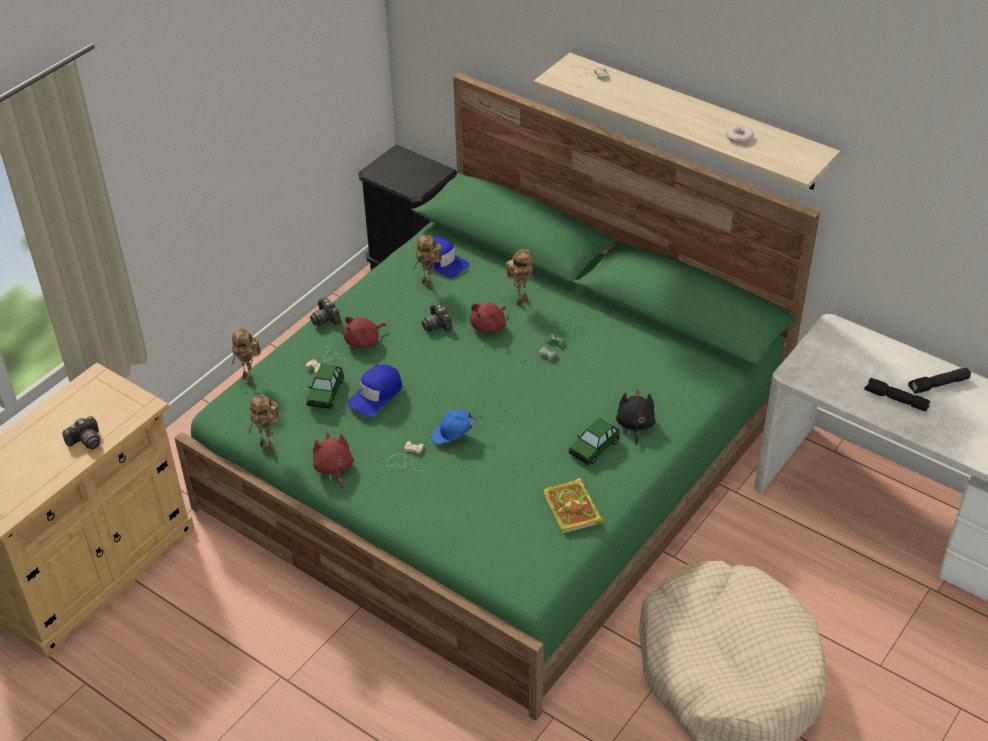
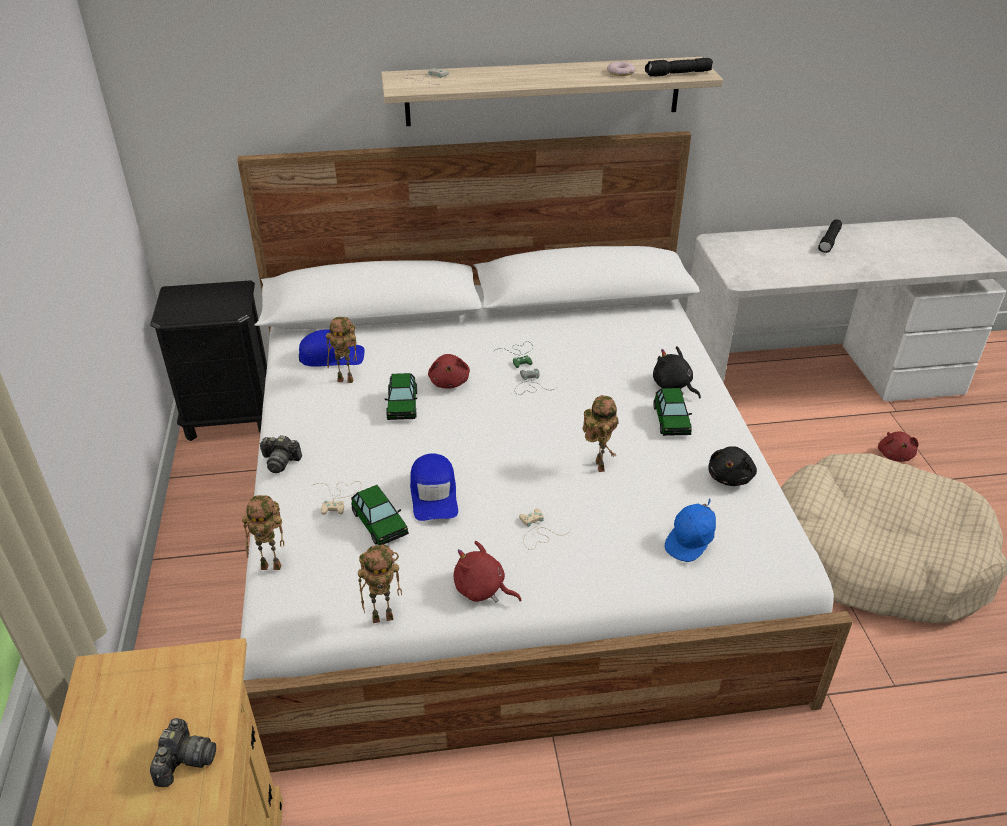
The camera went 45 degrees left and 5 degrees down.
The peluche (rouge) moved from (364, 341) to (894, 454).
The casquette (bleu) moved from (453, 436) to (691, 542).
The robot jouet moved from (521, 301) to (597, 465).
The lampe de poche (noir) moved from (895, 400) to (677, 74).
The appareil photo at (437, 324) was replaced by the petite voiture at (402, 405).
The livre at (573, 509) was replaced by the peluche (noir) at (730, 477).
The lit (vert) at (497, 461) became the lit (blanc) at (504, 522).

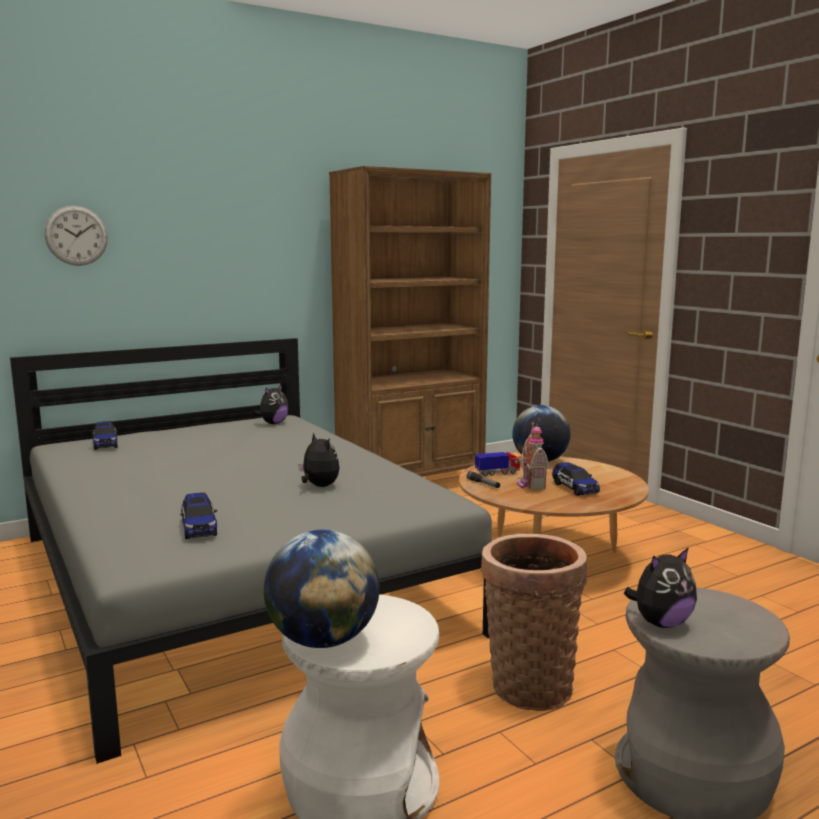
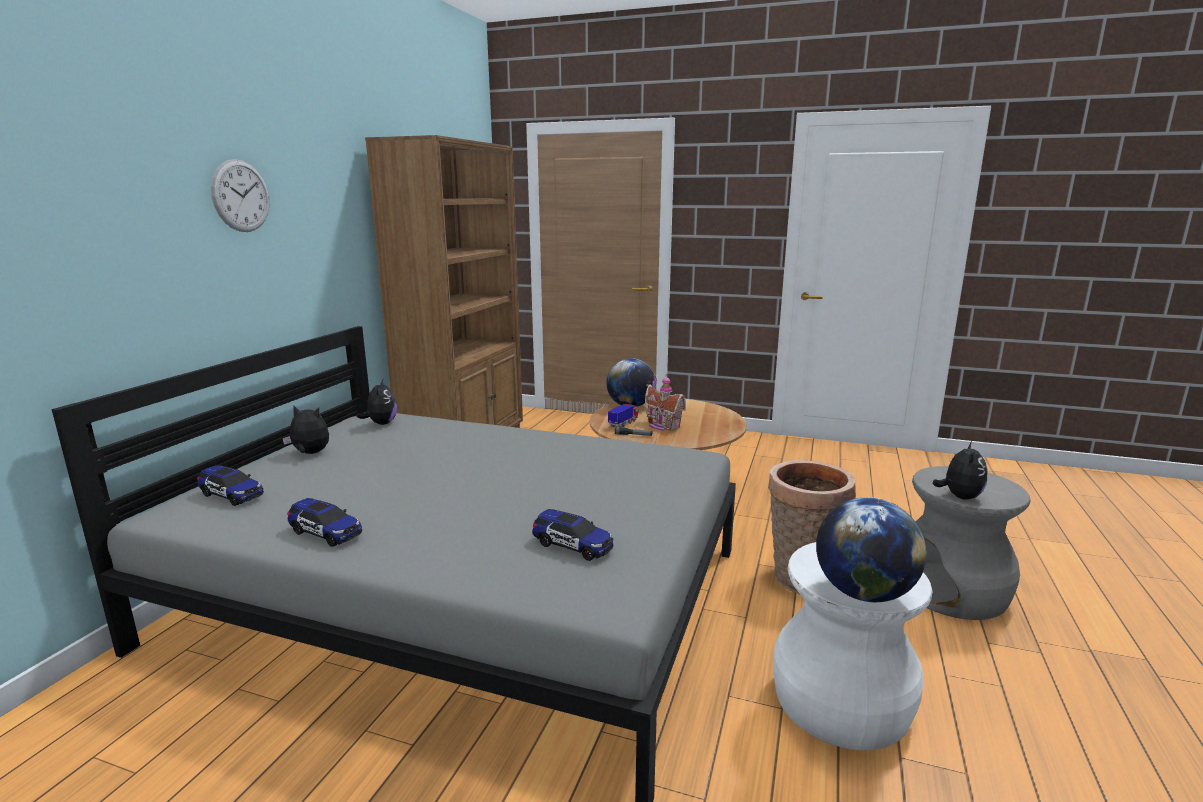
The camera went 40 degrees left and 5 degrees up.
The horloge murale moved from (76, 235) to (241, 196).
The peluche moved from (319, 486) to (310, 453).
The petite voiture moved from (575, 488) to (325, 533).

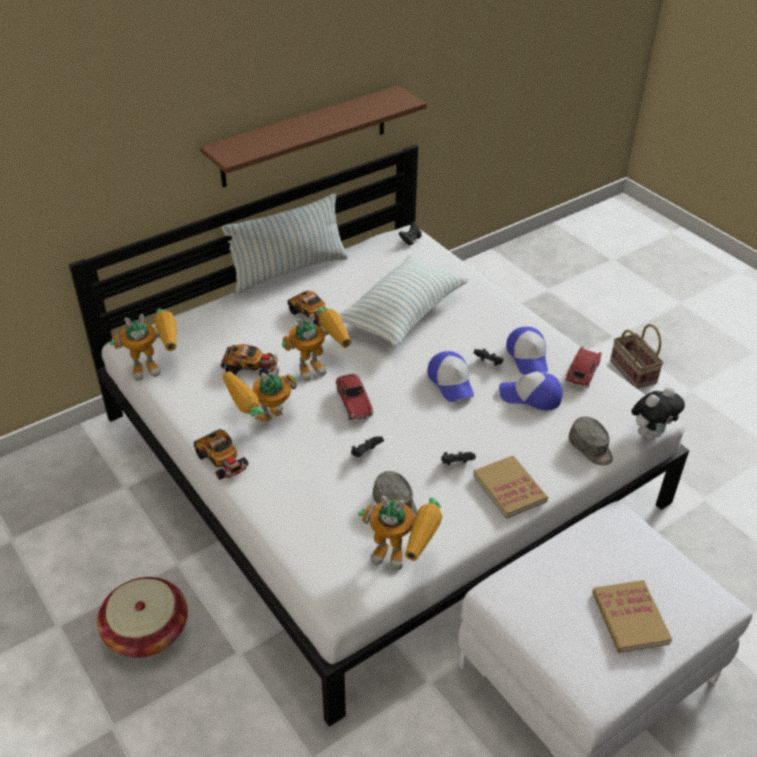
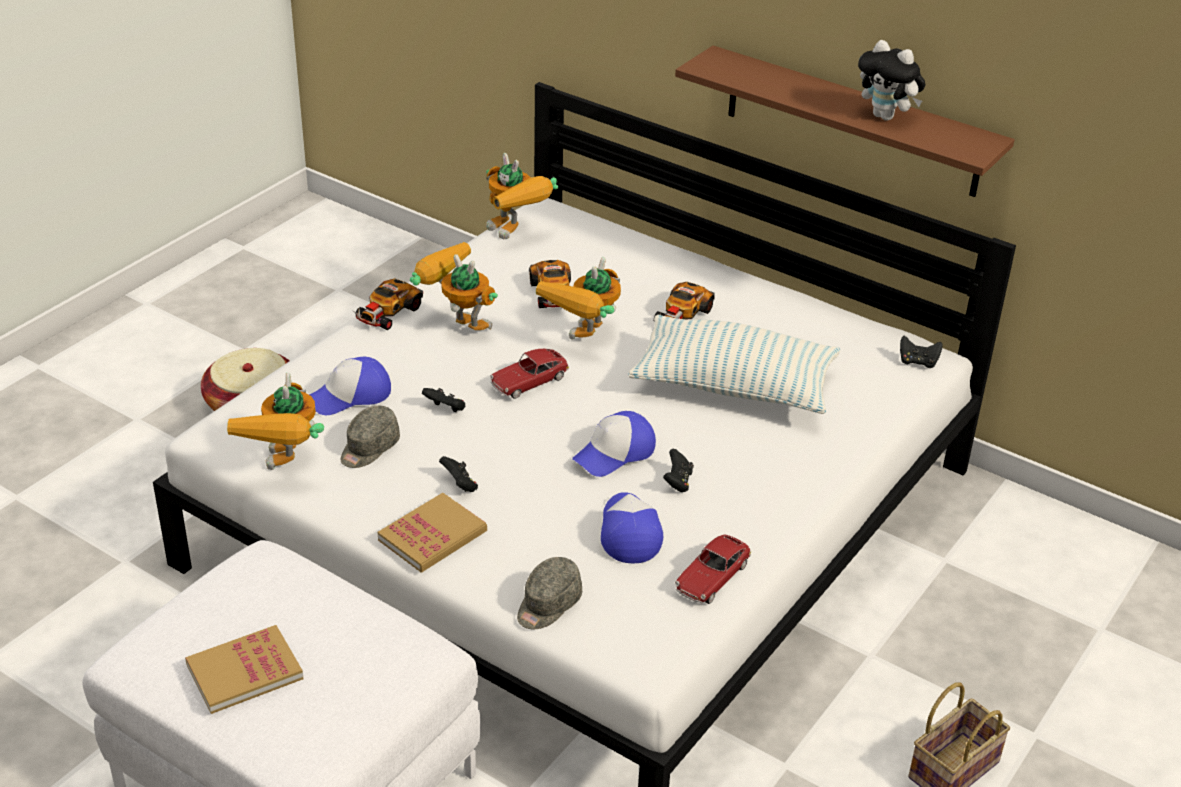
The camera went 70 degrees right and 5 degrees down.
The coussin at (289, 270) disappeared.
The casquette moved from (528, 356) to (350, 396).
The peluche moved from (650, 433) to (886, 117).
The robot jouet at (319, 366) turned 75 degrees clockwise.
The petite voiture at (582, 373) turned 120 degrees clockwise.

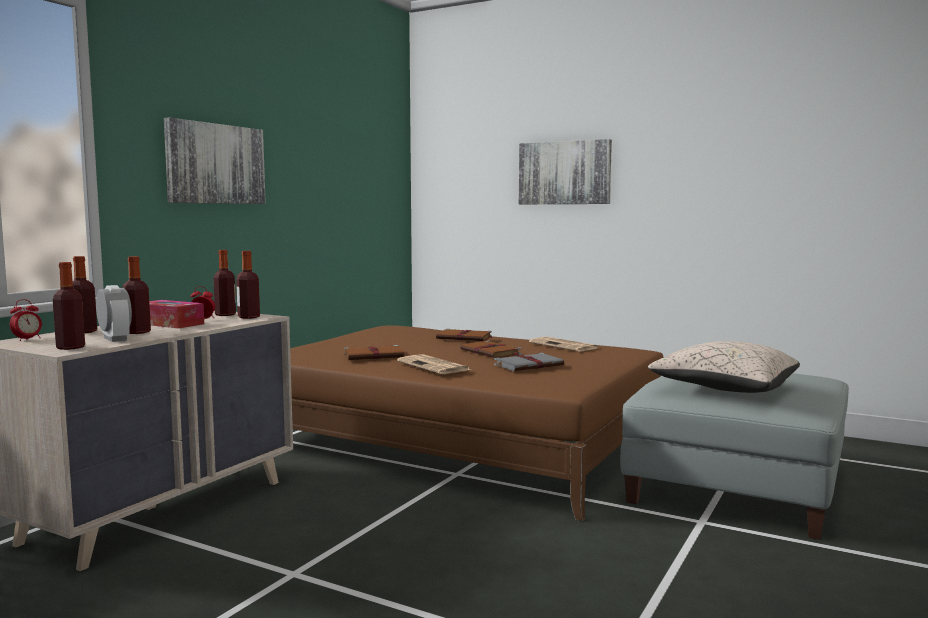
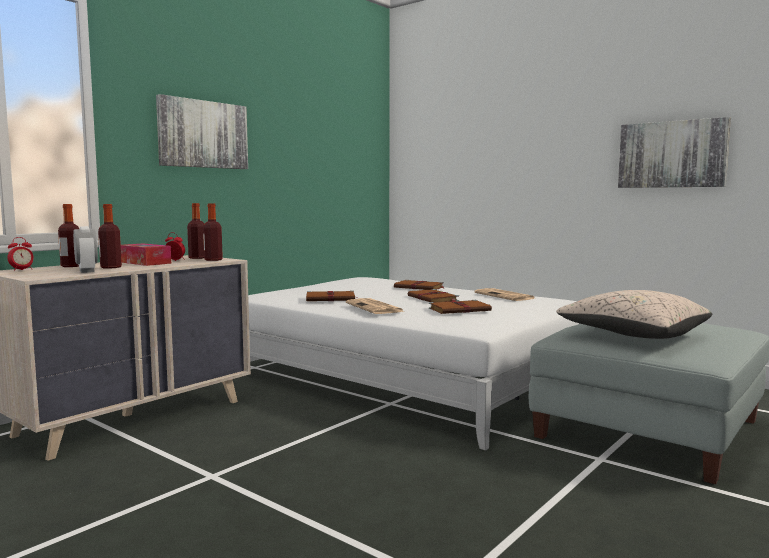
The camera went 10 degrees right and 0 degrees up.
The bouteille at (70, 347) disappeared.
The tableau moved from (564, 173) to (672, 154).
The lit (marron) at (459, 438) became the lit (blanc) at (406, 374).
The livre (gris) at (529, 365) became the livre (marron) at (460, 310).

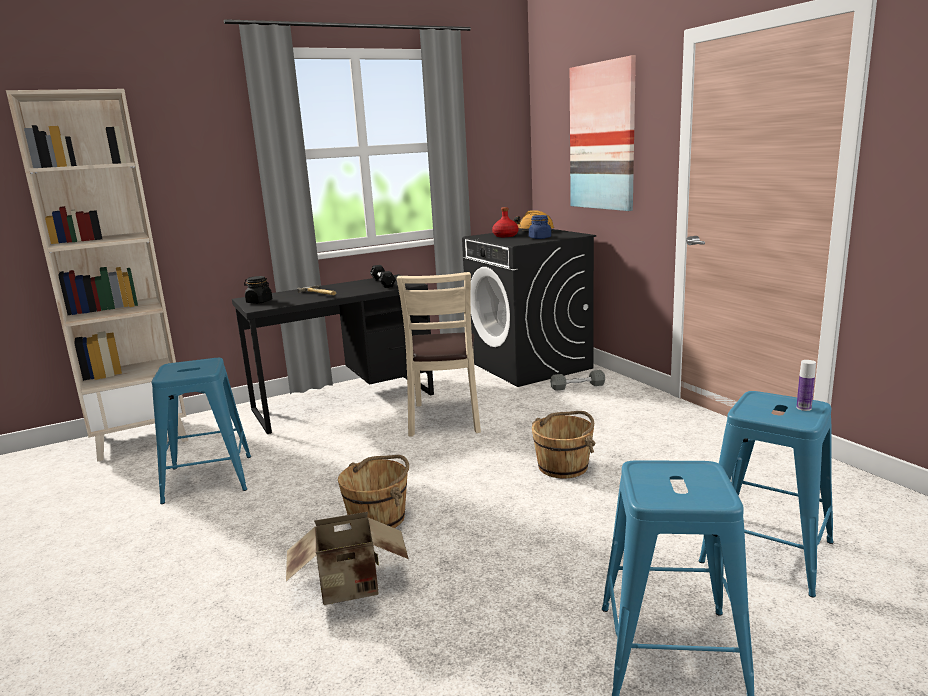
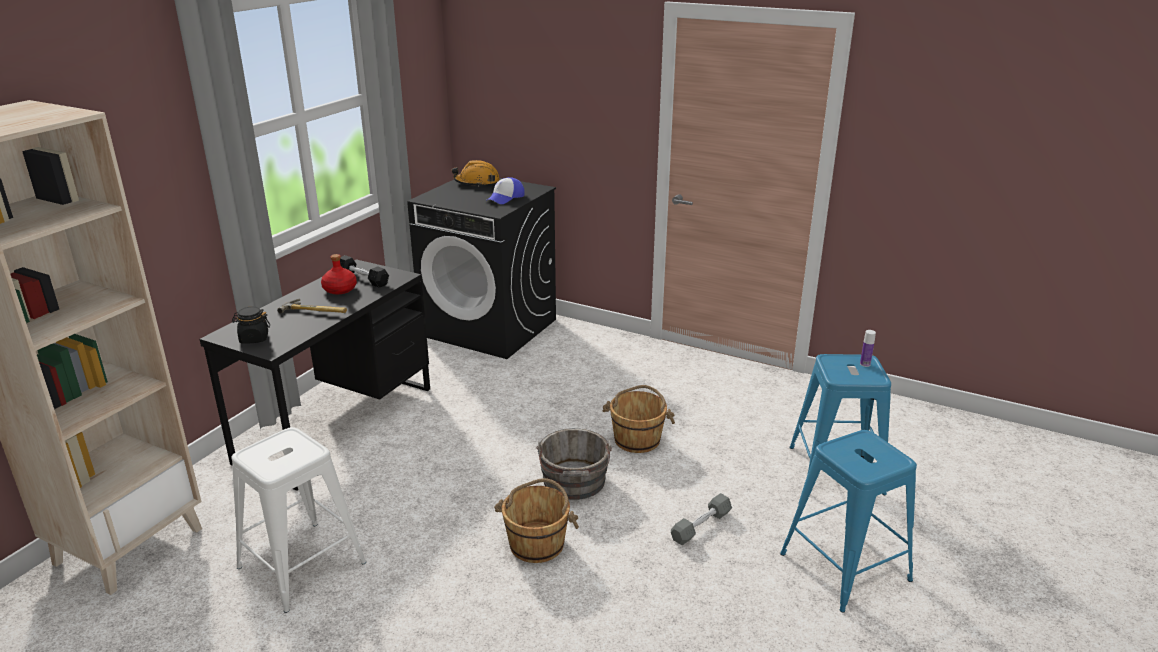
The camera went 35 degrees left and 10 degrees up.
The carton at (352, 589) disappeared.
The chaise (beige) at (445, 418) disappeared.
The tableau at (602, 137) disappeared.
The seau (gris) at (574, 483) appeared.
The bouteille (rouge) moved from (505, 236) to (340, 289).
The haltère (gris) moved from (577, 386) to (701, 526).
The bocal (bleu) at (539, 238) was replaced by the casquette at (505, 198).
The tabouret (bleu) at (208, 479) became the tabouret (blanc) at (301, 566).

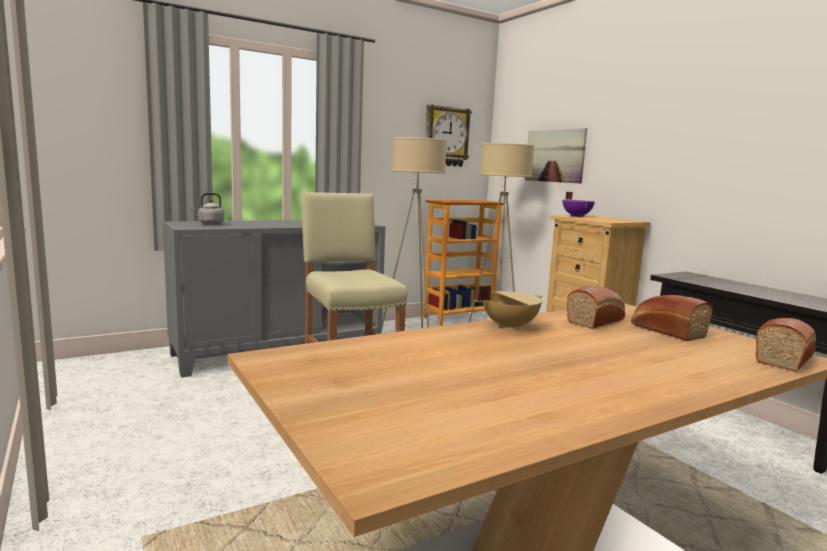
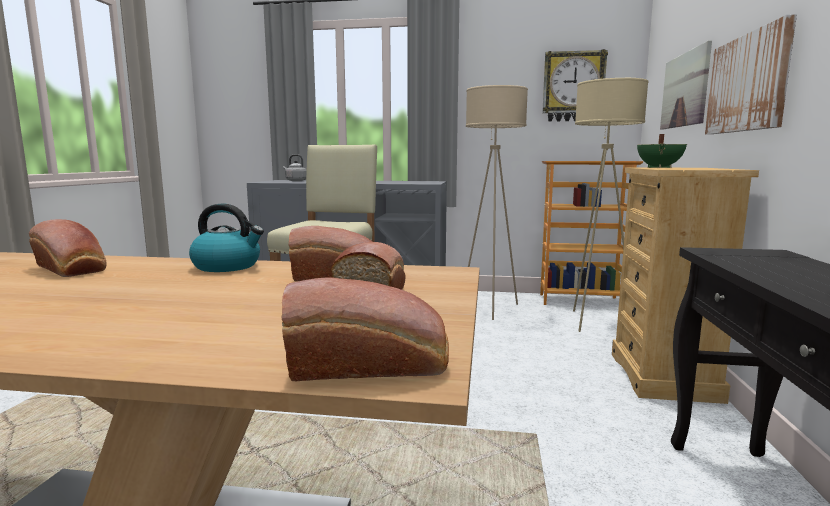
The camera went 40 degrees right and 0 degrees up.
The pain at (72, 269) appeared.
The tableau at (748, 83) appeared.
The marmite (beige) at (508, 326) was replaced by the bouilloire at (228, 266).
The marmite (violet) at (577, 216) became the marmite (vert) at (660, 167).

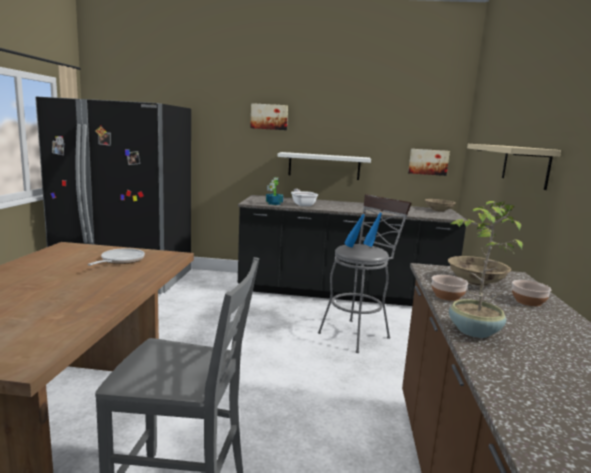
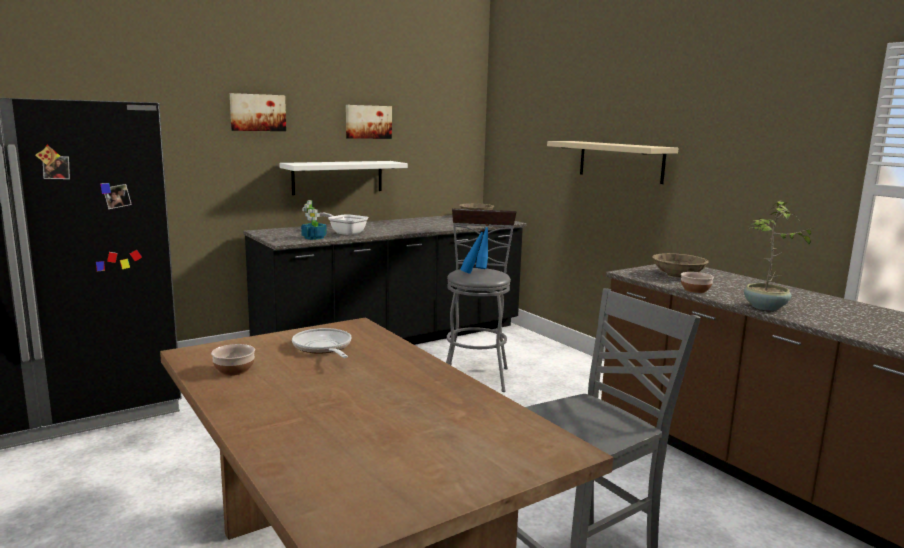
The camera went 40 degrees left and 0 degrees up.
The tableau moved from (428, 162) to (368, 122).
The bol moved from (528, 301) to (234, 370).

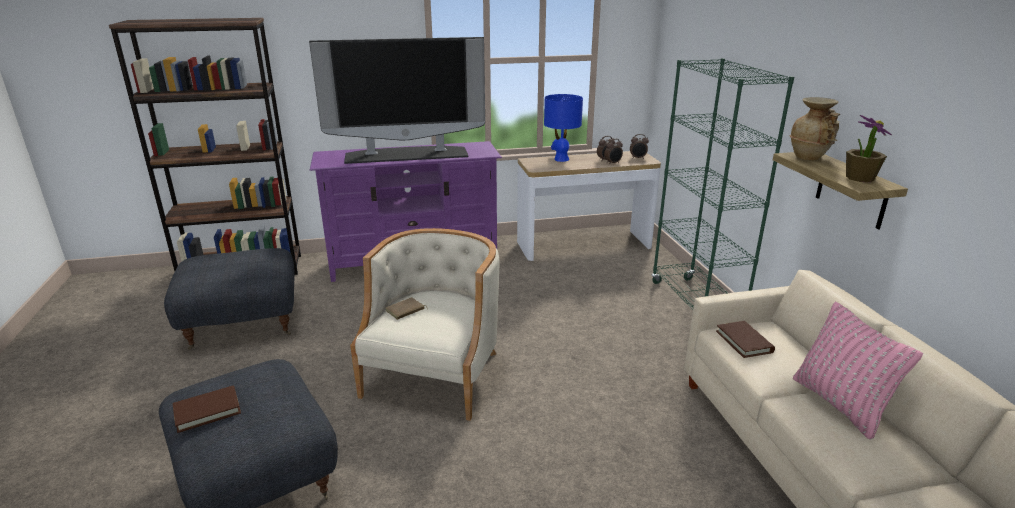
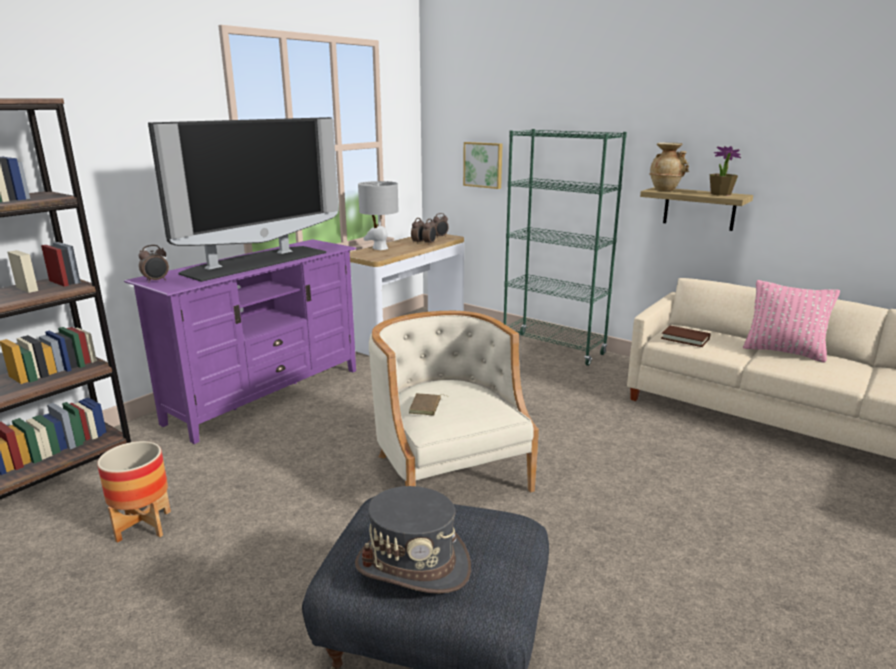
The camera went 40 degrees left and 5 degrees down.
The réveil at (156, 280) appeared.
The tableau at (483, 165) appeared.
The pouf (gris) at (243, 323) was replaced by the cache-pot at (144, 526).
The livre (marron) at (207, 411) was replaced by the chapeau (gris) at (413, 565).
The lampe de table (bleu) at (561, 159) became the lampe de table (gris) at (380, 248).

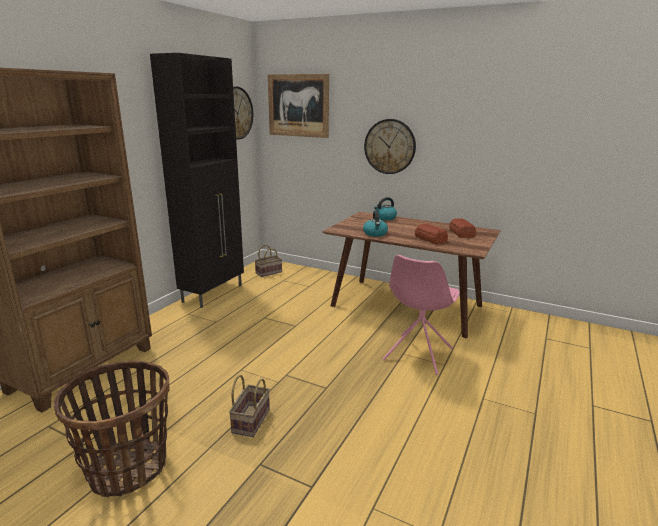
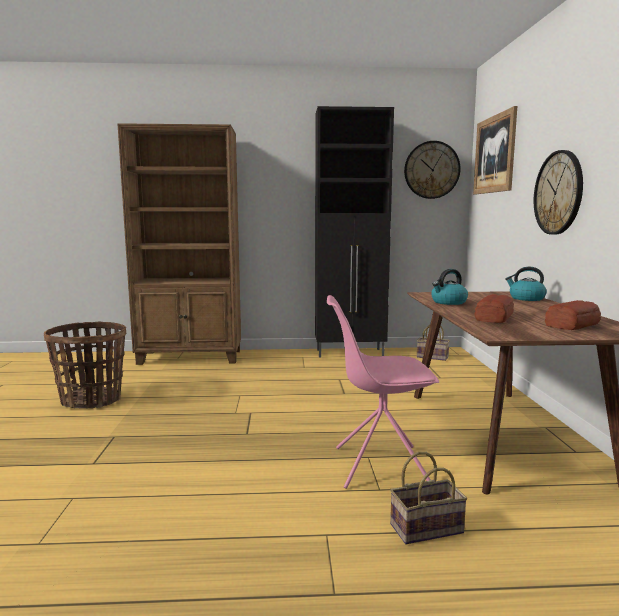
The camera went 60 degrees right and 10 degrees down.
The panier moved from (250, 420) to (427, 527).

